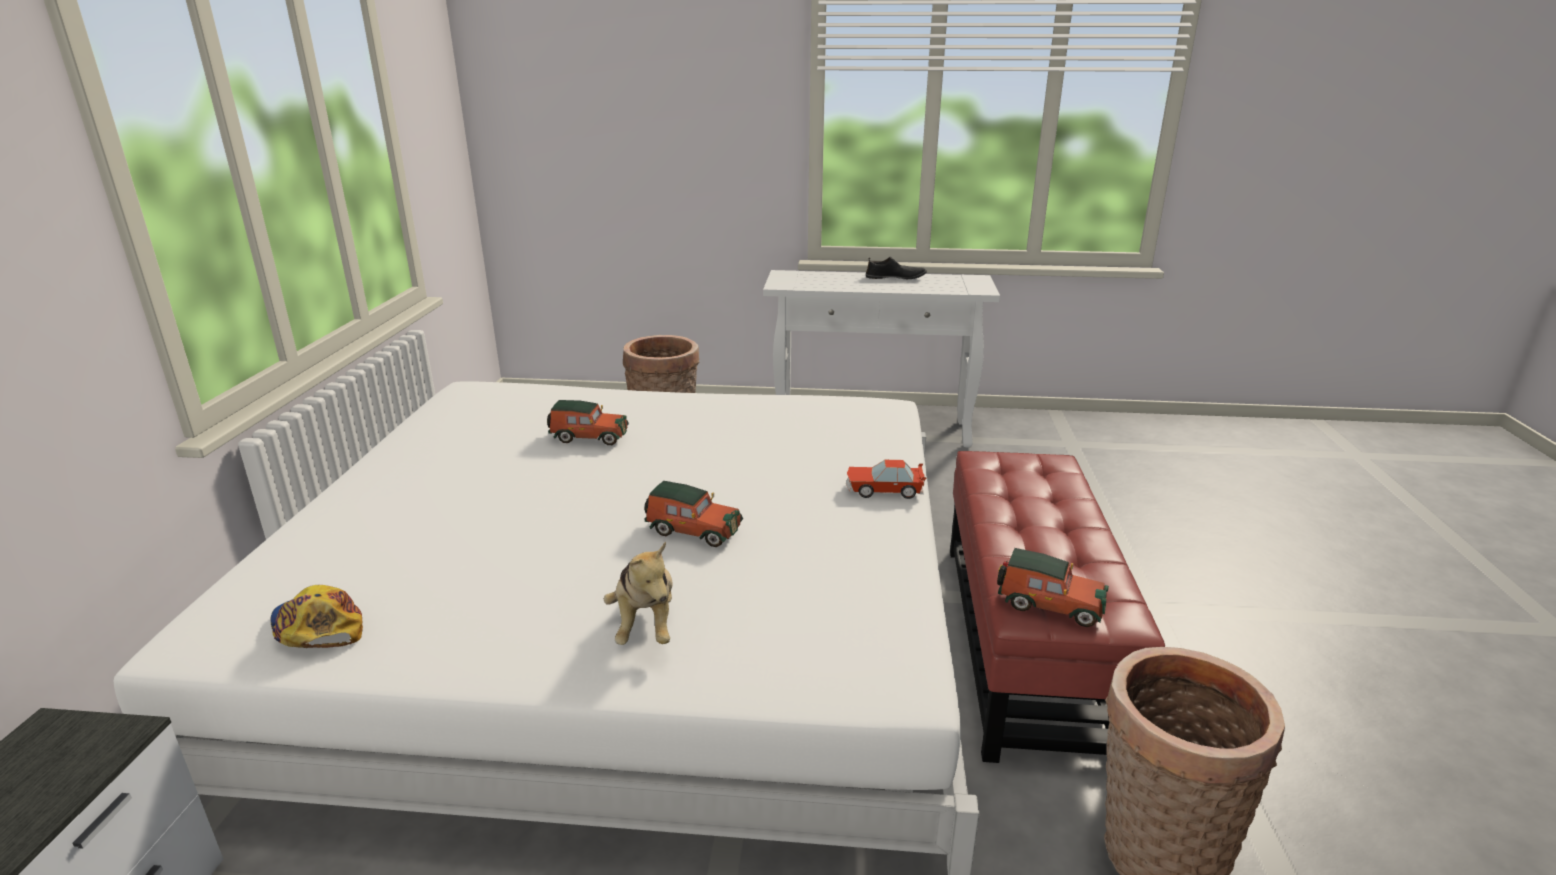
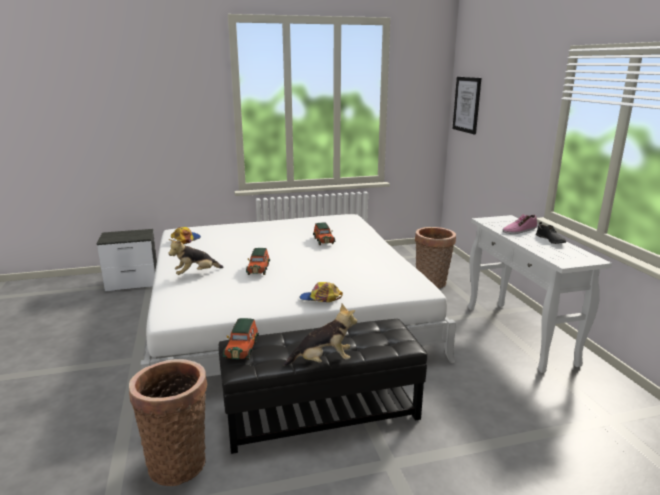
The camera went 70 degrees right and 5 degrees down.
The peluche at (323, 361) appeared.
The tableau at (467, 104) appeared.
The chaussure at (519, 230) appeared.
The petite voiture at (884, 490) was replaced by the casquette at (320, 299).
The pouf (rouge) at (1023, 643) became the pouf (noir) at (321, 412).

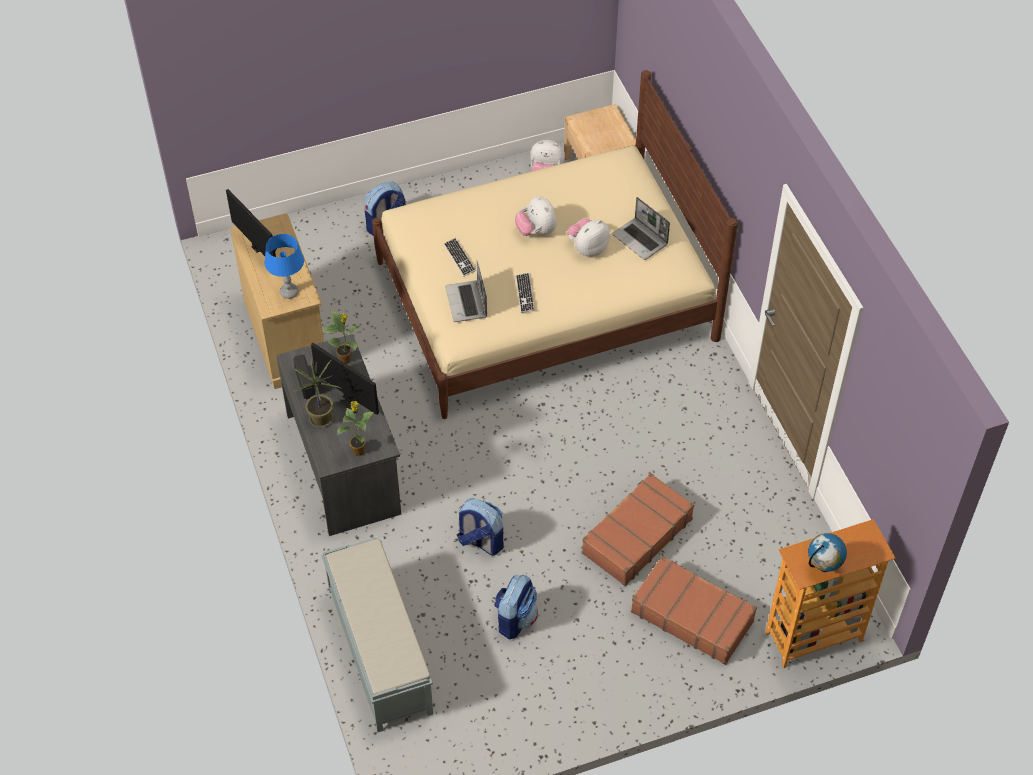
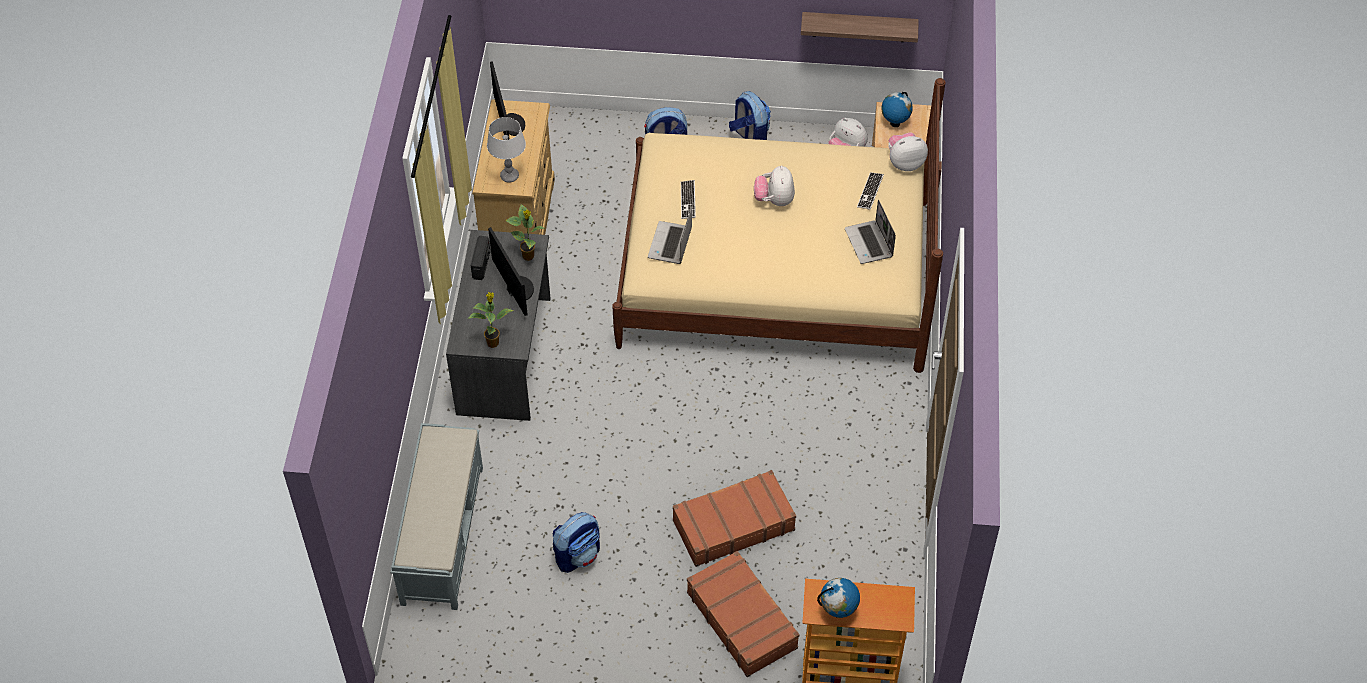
The camera went 25 degrees right and 0 degrees up.
The plante en pot at (322, 419) disappeared.
The étagère at (859, 27) appeared.
The globe at (894, 123) appeared.
The sac à dos moved from (480, 541) to (749, 137).
The clavier moved from (525, 293) to (870, 191).
The peluche moved from (588, 248) to (905, 163).
The lampe de table (bleu) at (289, 292) became the lampe de table (gris) at (509, 176).

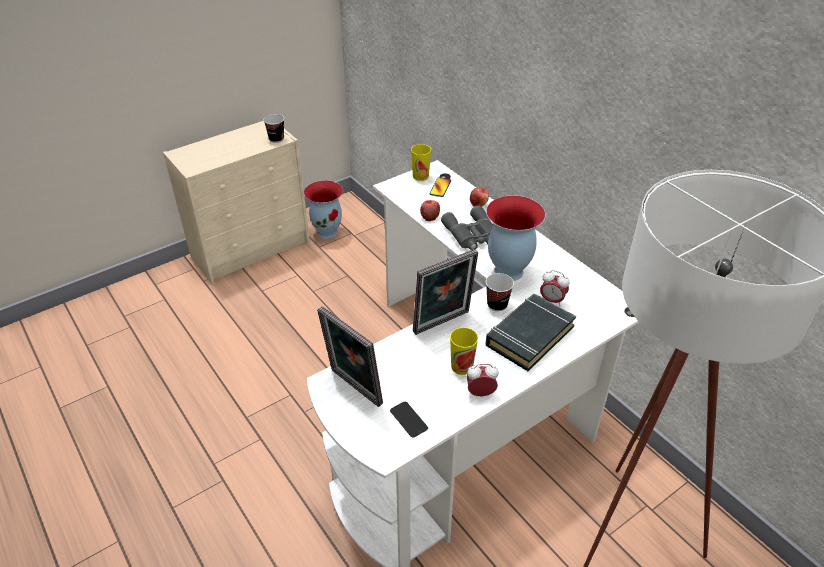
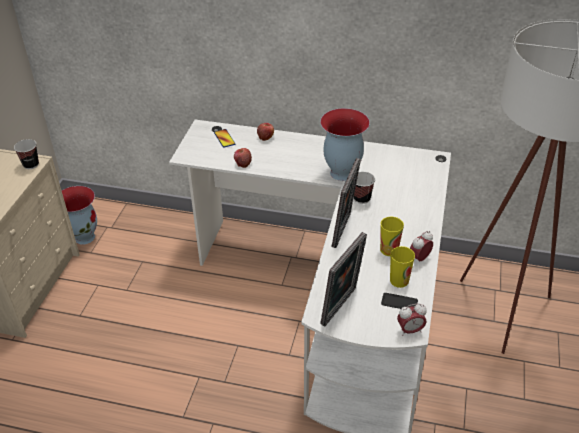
The camera went 40 degrees left and 0 degrees up.
The jumelles (gris) at (472, 234) disappeared.
The livre (noir) at (529, 336) disappeared.
The tasse moved from (420, 176) to (399, 280).
The réveil moved from (552, 300) to (410, 330).
The cadre photo at (353, 389) turned 60 degrees counterclockwise.

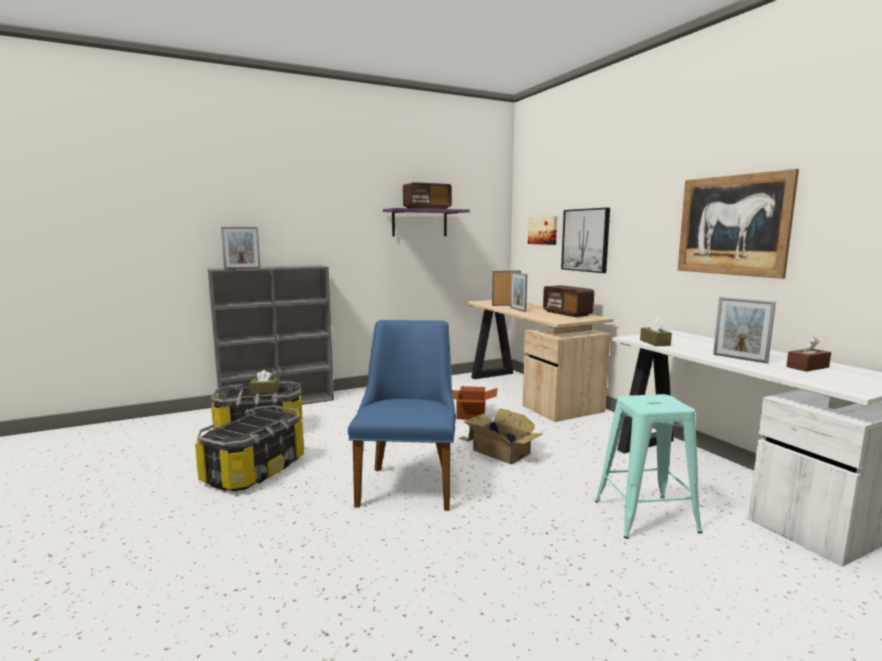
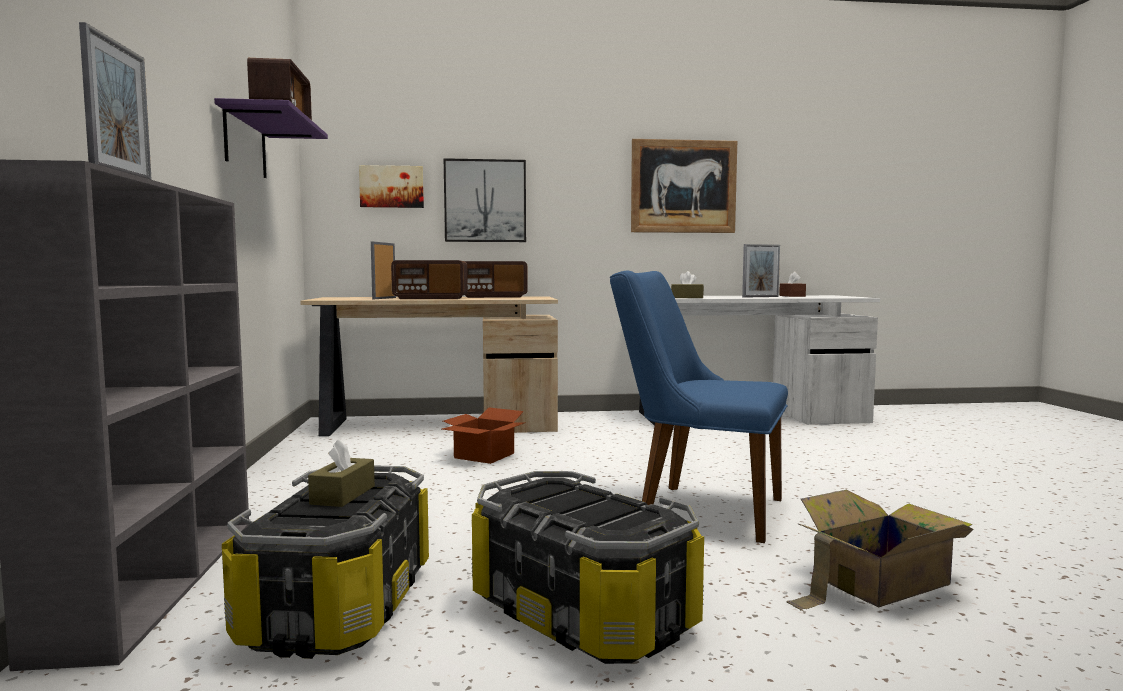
The camera went 70 degrees left and 5 degrees down.
The tabouret (turquoise) at (645, 516) disappeared.
The carton moved from (499, 451) to (877, 582).
The cadre photo at (517, 309) was replaced by the radio at (430, 298).

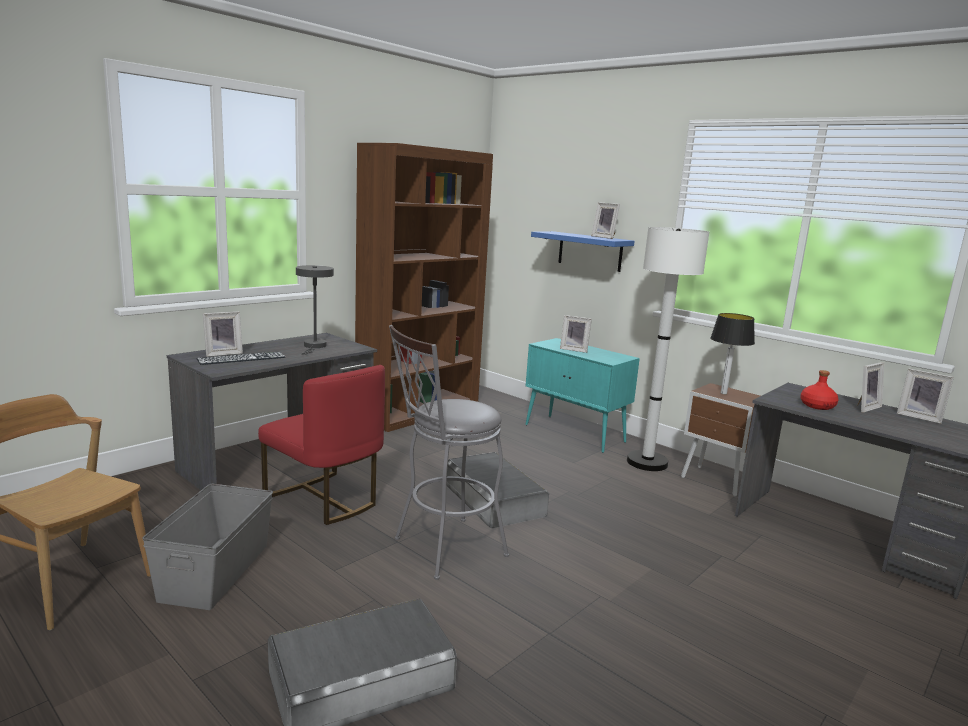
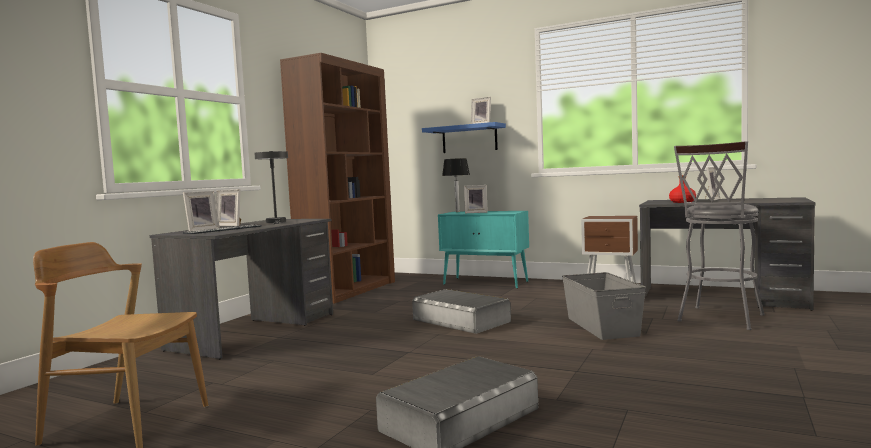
The camera went 15 degrees left and 10 degrees down.
The chaise (rouge) at (324, 500) disappeared.
The lampadaire (blanc) at (647, 462) disappeared.
The boîte de rangement (gris) moved from (214, 571) to (601, 326).
The tabouret (gris) moved from (442, 549) to (718, 319).
The lampe de table moved from (724, 393) to (457, 212).
The cadre photo moved from (919, 417) to (231, 225).

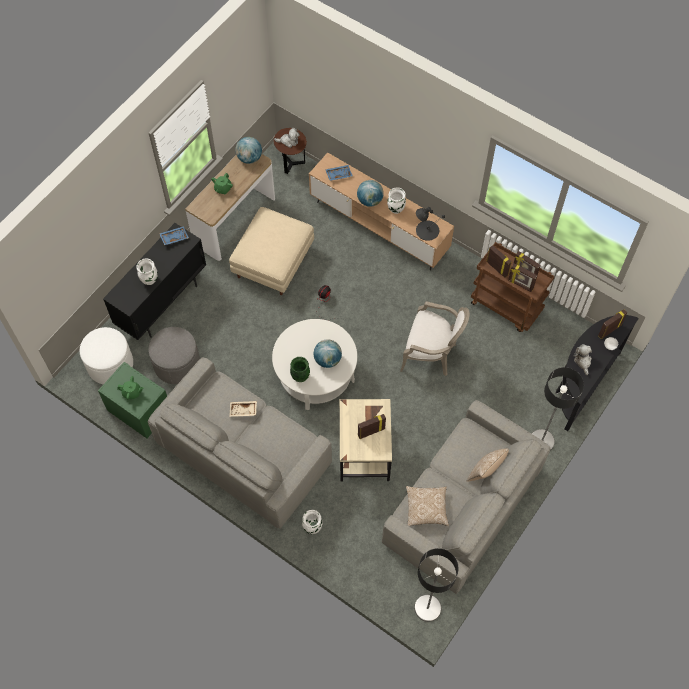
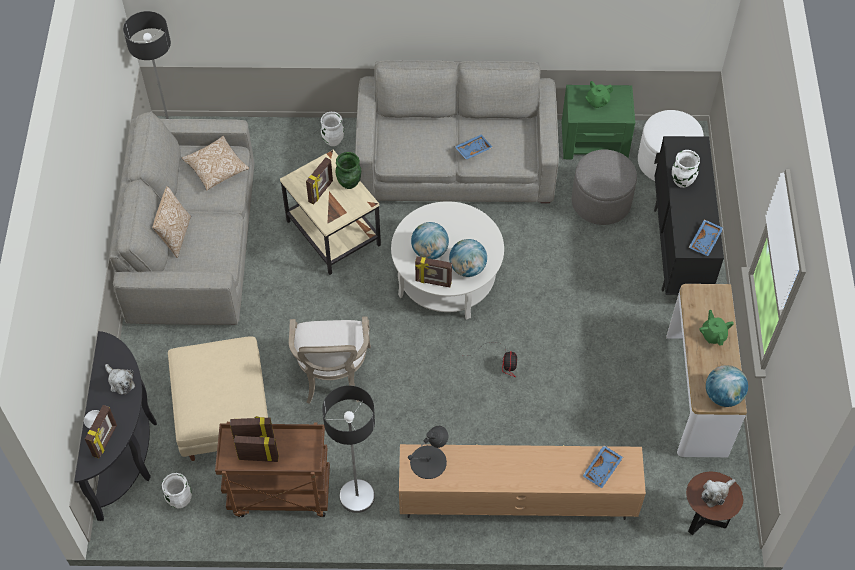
The camera went 145 degrees right and 5 degrees down.
The pouf (beige) moved from (273, 263) to (222, 411).
The vase (vert) moved from (300, 376) to (349, 183).
The globe moved from (370, 200) to (467, 268).
The vase (blanc) moved from (395, 209) to (180, 500).
The cadre photo moved from (497, 268) to (433, 282).
The lampadaire moved from (542, 441) to (357, 496).
The plateau (beige) at (243, 411) became the plateau (bleu) at (473, 149).
The fauteuil at (431, 354) turned 75 degrees counterclockwise.

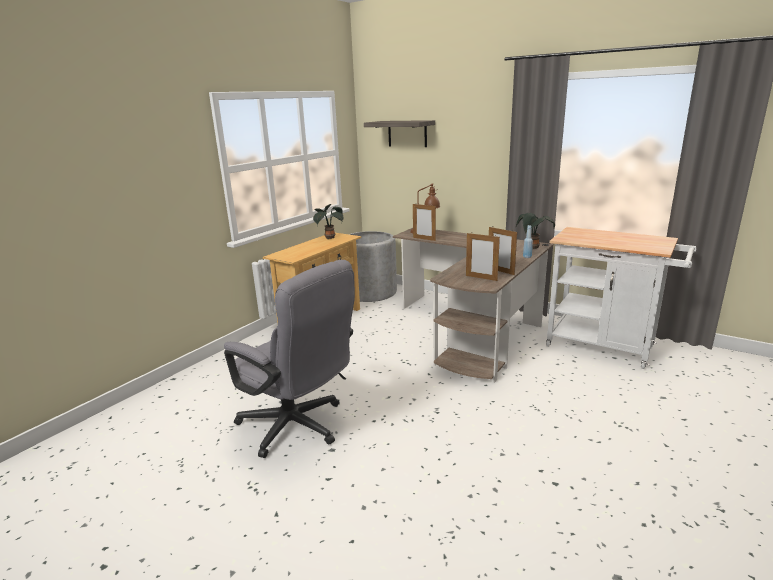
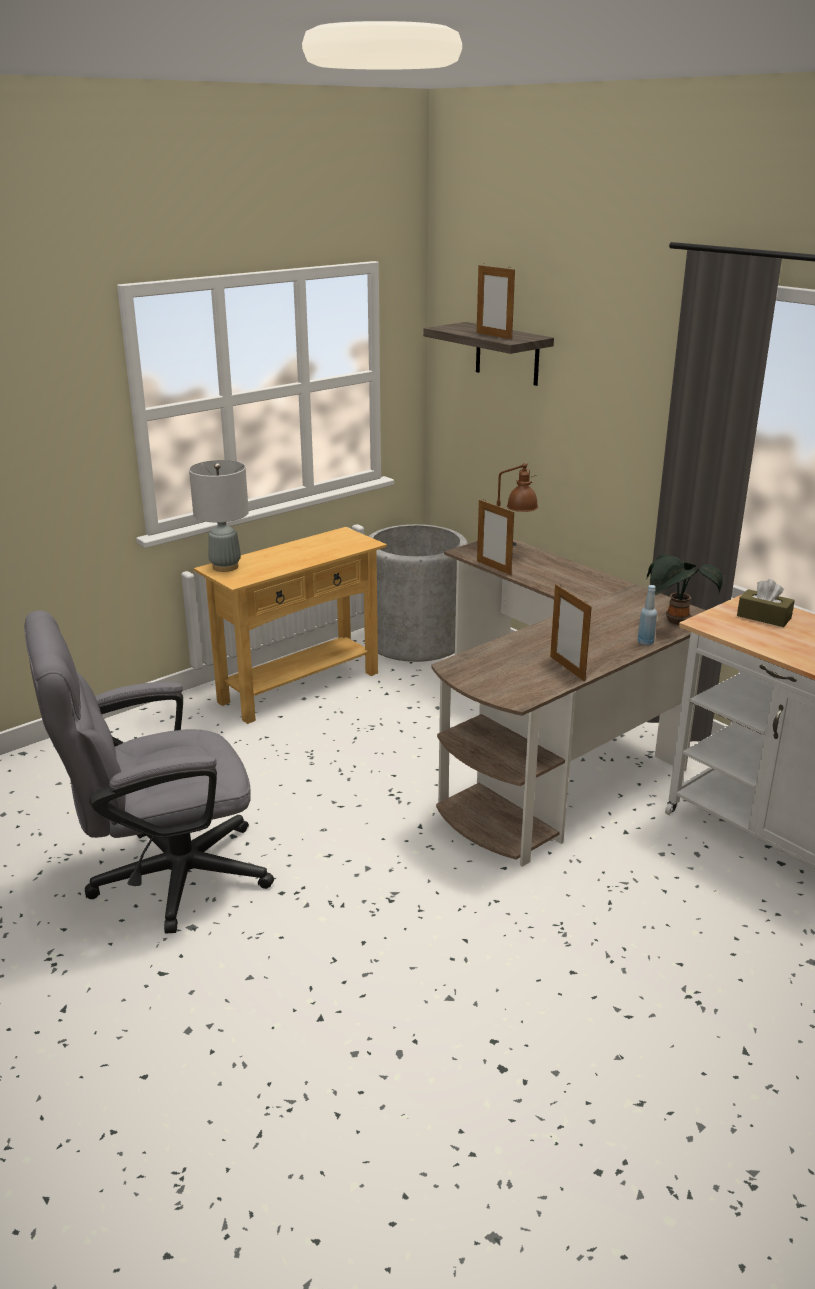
The camera went 15 degrees right and 5 degrees up.
The plante en pot at (329, 237) disappeared.
The lampe de table (gris) at (225, 567) appeared.
The boîte à mouchoirs (marron) at (764, 617) appeared.
The cadre photo moved from (481, 278) to (494, 336).
The chaise de bureau (gris) at (298, 427) turned 105 degrees clockwise.

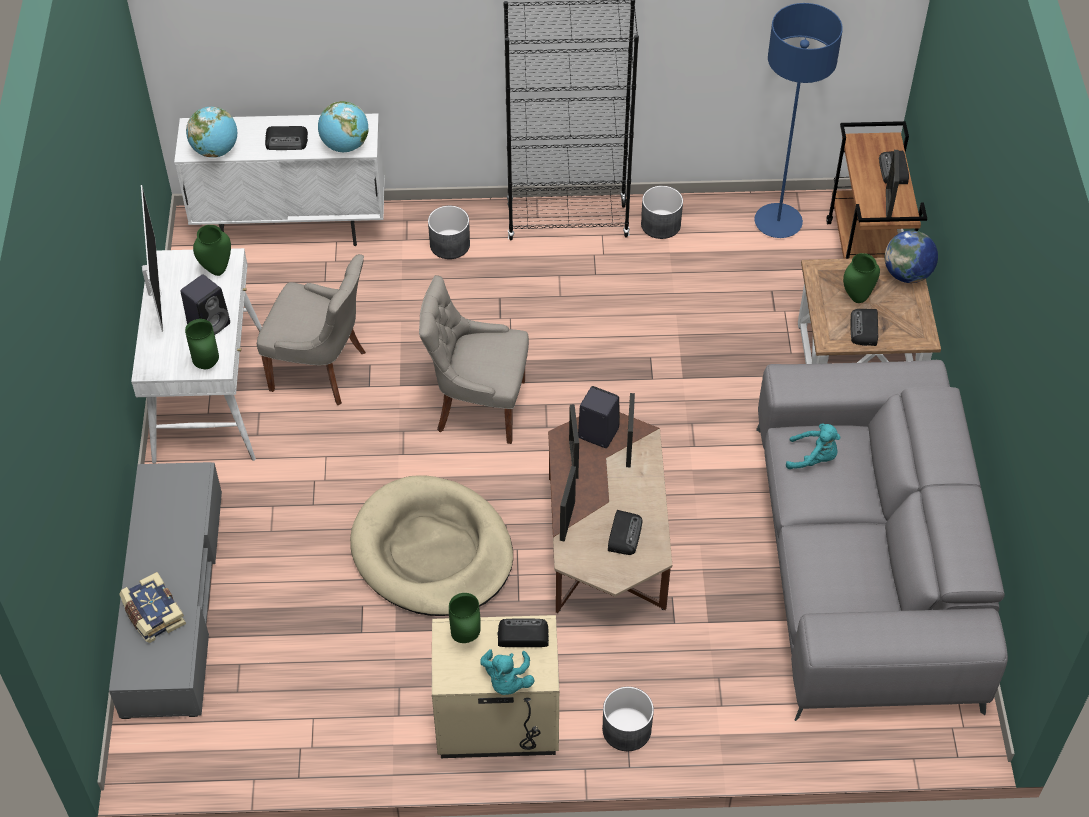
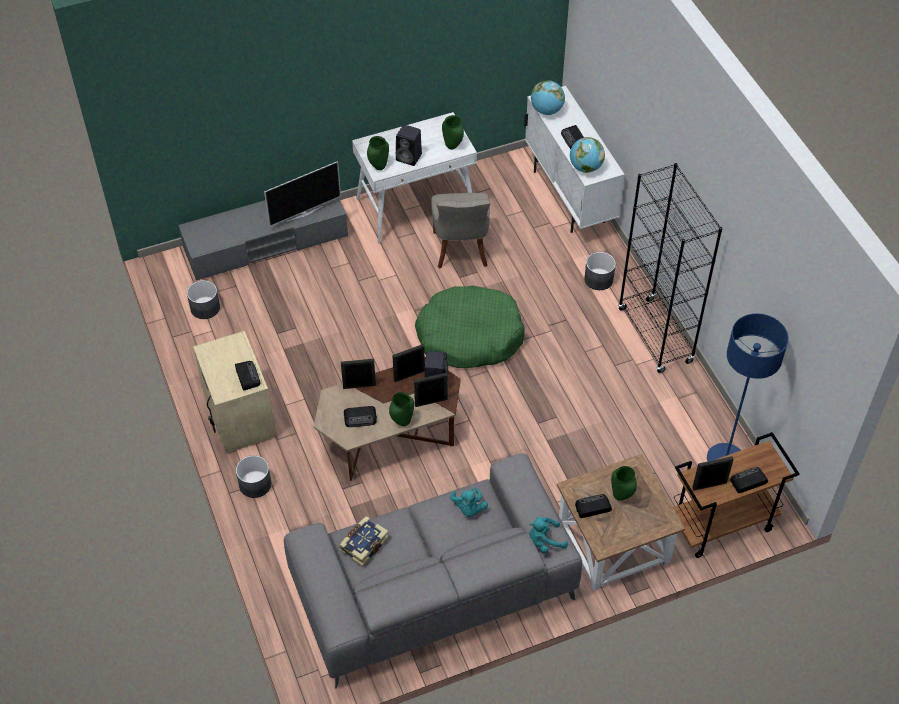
The camera went 70 degrees right and 0 degrees up.
The panier pour chien (beige) at (432, 551) disappeared.
The globe at (907, 274) disappeared.
The livre moved from (153, 614) to (363, 544).
The téléviseur moved from (154, 292) to (304, 213).
The vase (vert) moved from (466, 637) to (402, 422).
The peluche (turquoise) moved from (507, 681) to (544, 541).
The cache-pot (gris) moved from (660, 224) to (205, 308).
The chaise (gris) at (478, 406) was replaced by the panier pour chien (vert) at (469, 336).

